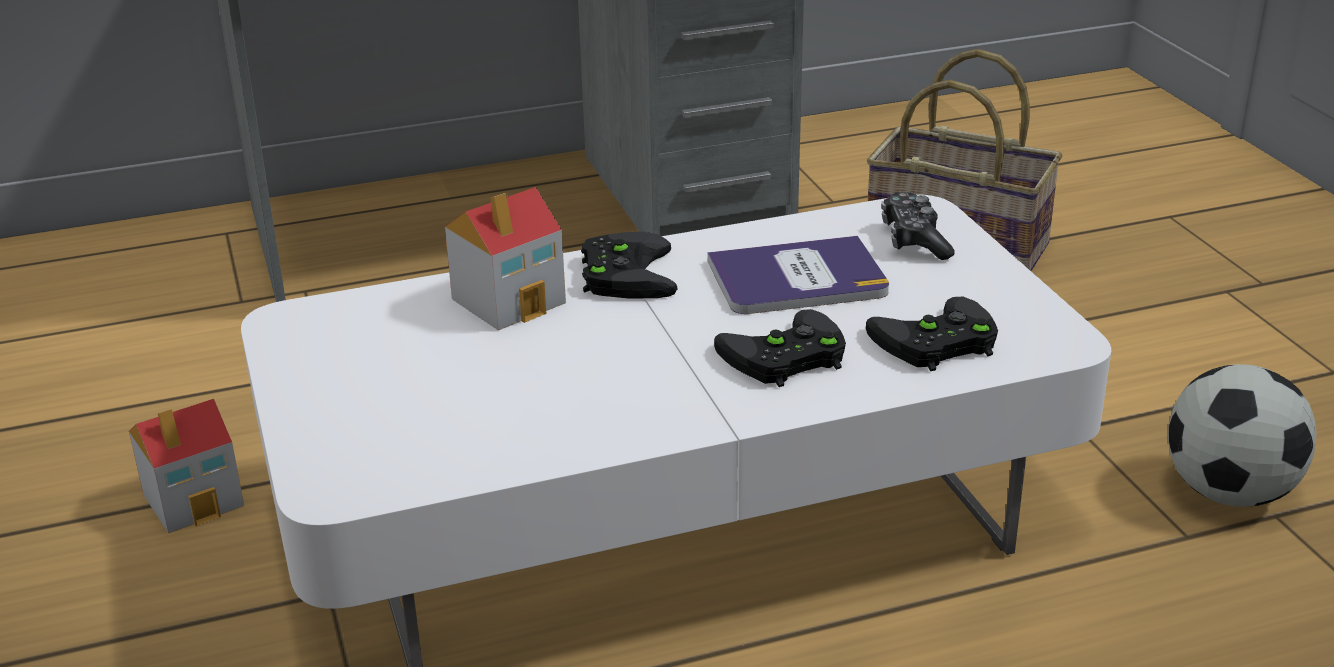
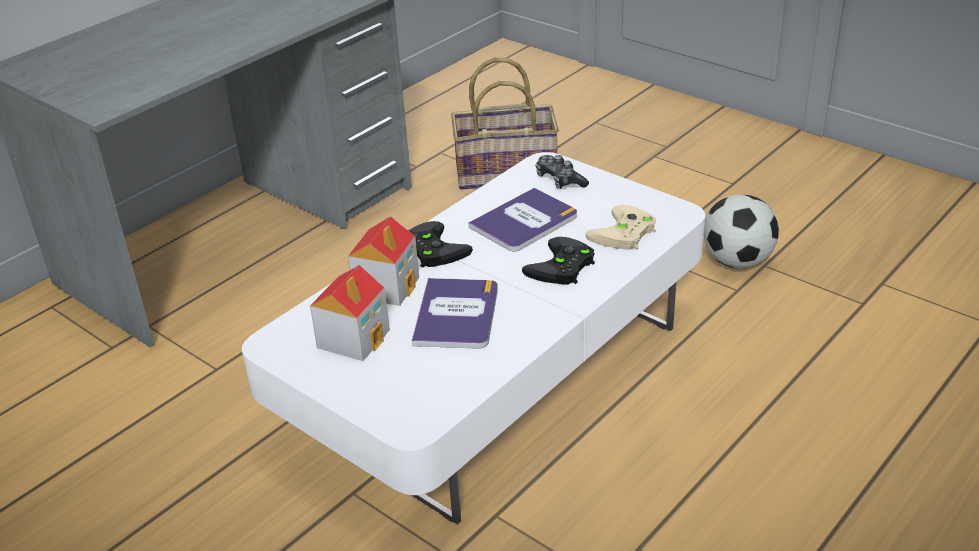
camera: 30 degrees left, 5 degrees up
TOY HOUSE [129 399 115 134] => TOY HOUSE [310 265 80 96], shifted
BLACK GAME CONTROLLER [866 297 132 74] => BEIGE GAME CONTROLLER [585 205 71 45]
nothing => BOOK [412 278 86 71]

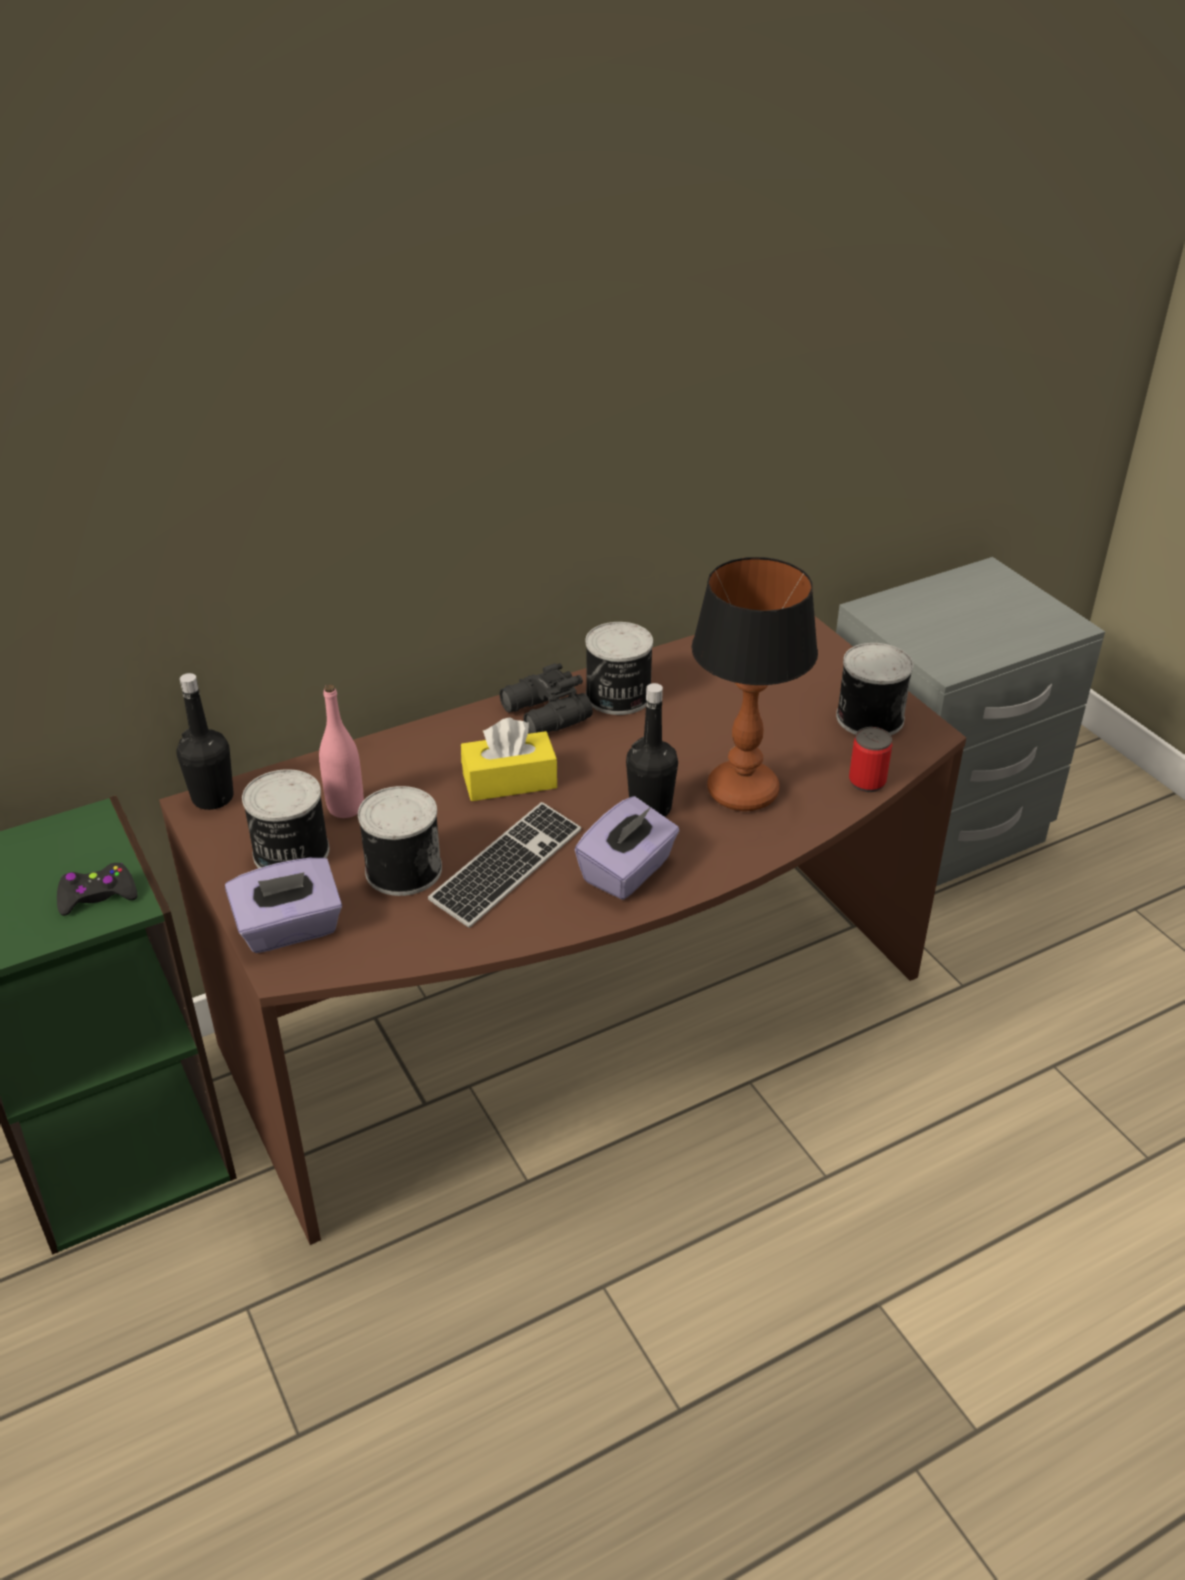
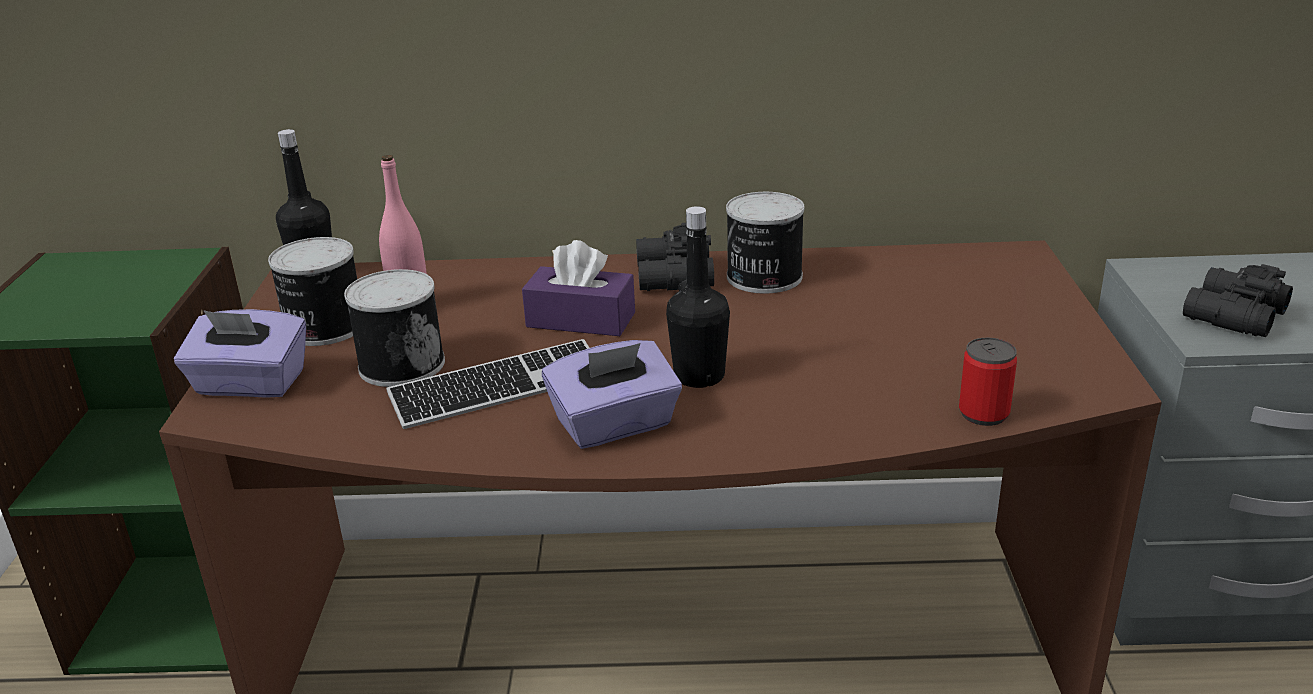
camera: 30 degrees right, 10 degrees down
BLACK GAME CONTROLLER [57 863 81 53] => nothing
YELLOW TISSUE BOX [461 718 96 83] => PURPLE TISSUE BOX [522 240 113 96]
TABLE LAMP [691 557 127 254] => nothing
CAN [836 643 77 92] => nothing
nothing => BLACK BINOCULARS [1183 264 110 73]

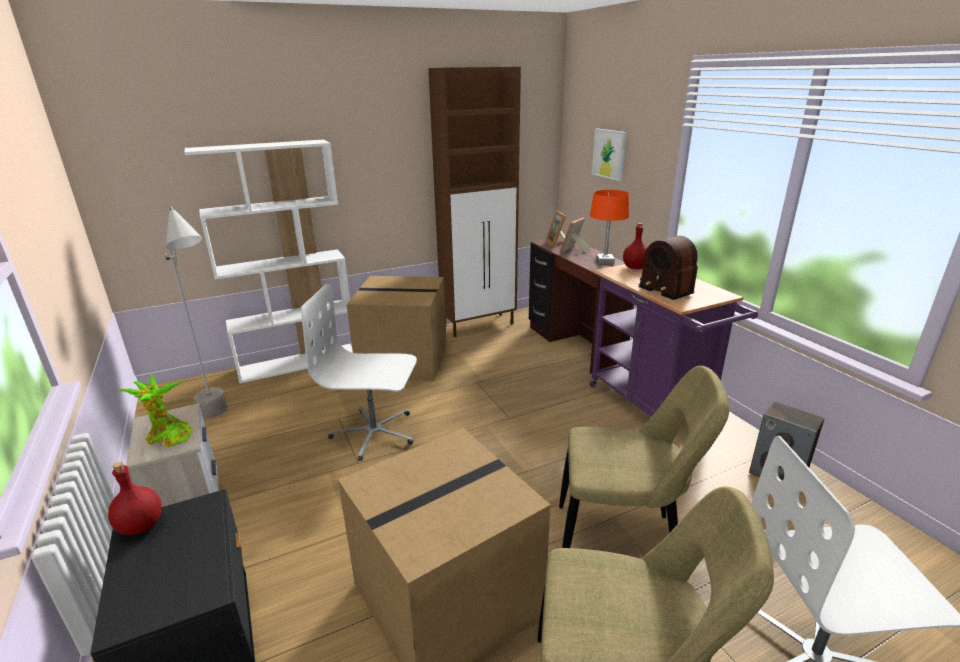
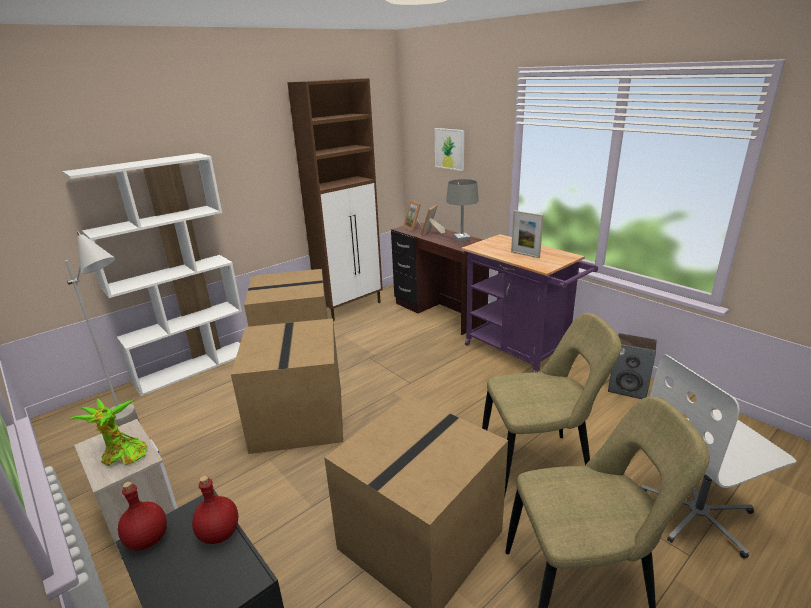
camera: 15 degrees left, 0 degrees up
WHITE OFFICE CHAIR [301 284 116 177] => CARDBOARD BOX [231 318 112 136]
ORANGE TABLE LAMP [590 190 39 74] => GREY TABLE LAMP [446 179 33 63]
RED BOTTLE [623 223 24 46] => RED BOTTLE [192 475 46 69], shifted
RADIO [638 236 60 64] => PICTURE FRAME [511 210 33 48]

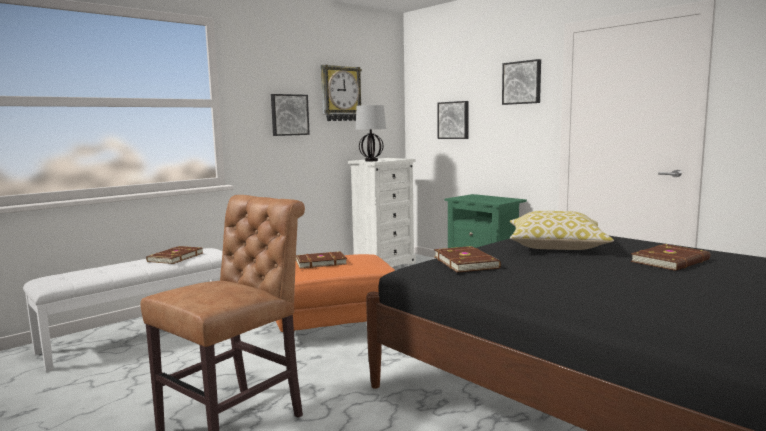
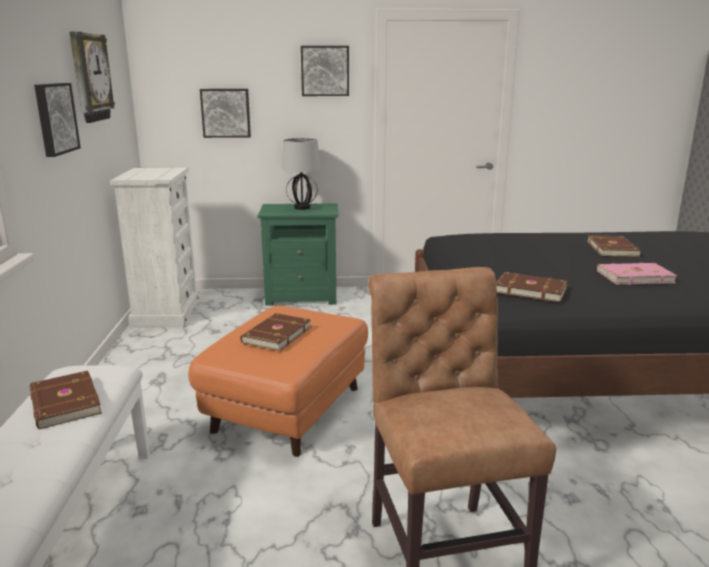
camera: 50 degrees left, 10 degrees up
TABLE LAMP [355 105 31 56] => TABLE LAMP [282 138 38 72], shifted
PILLOW [510 211 104 39] => nothing
nothing => PINK BOOK [597 263 80 22]

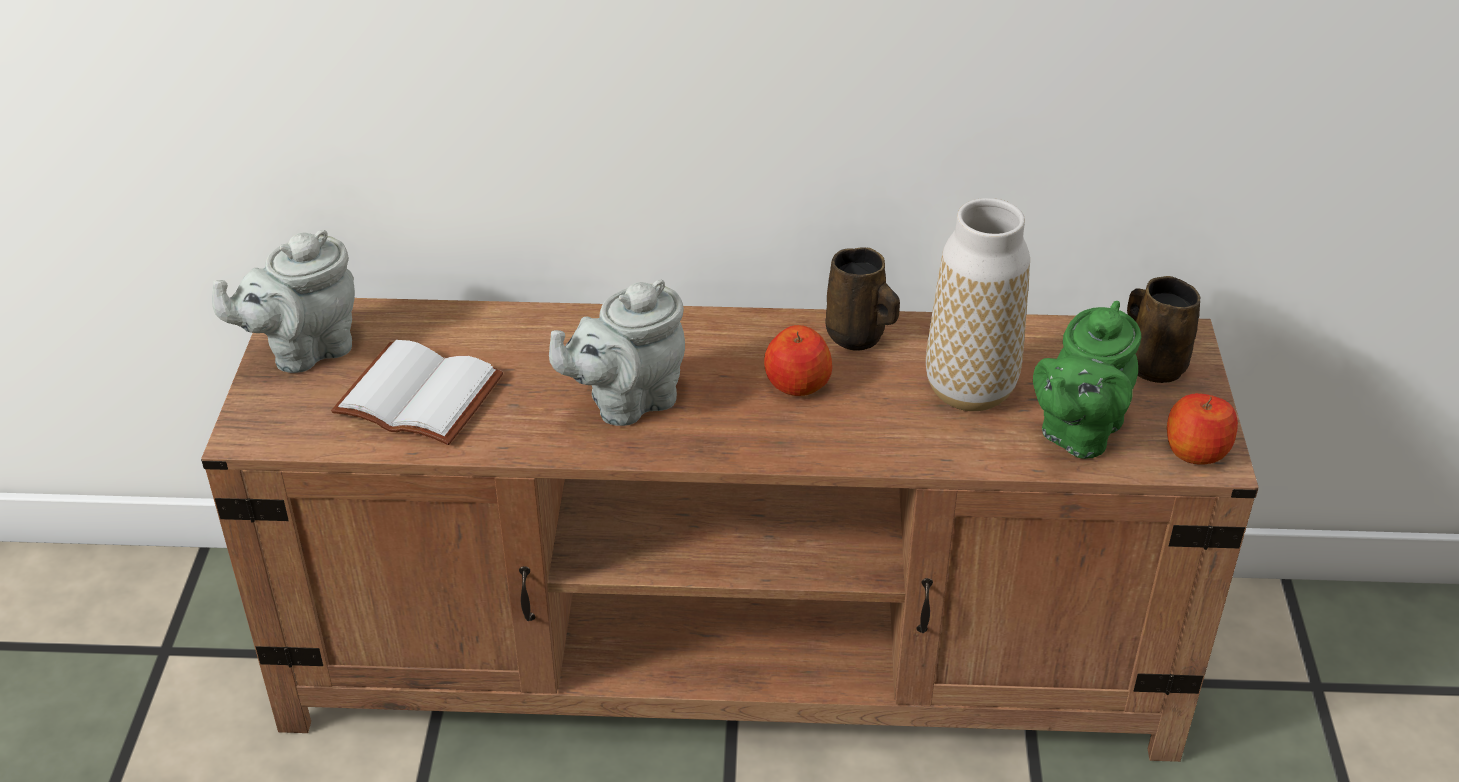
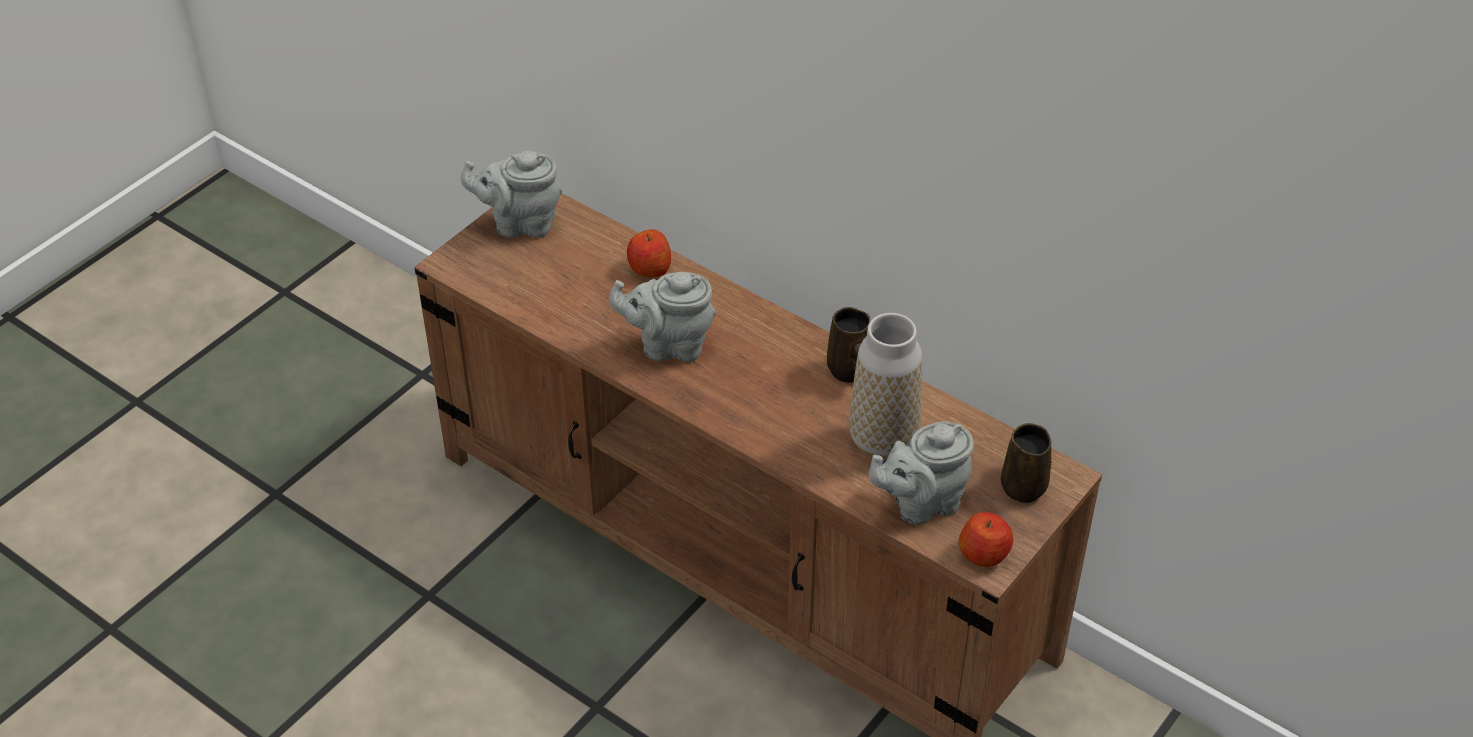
camera: 35 degrees right, 5 degrees up
WHITE BOOK [331 340 172 105] => nothing
APPLE [764 325 68 71] => APPLE [627 229 44 49], shifted
GREEN TEAPOT [1033 301 108 158] => GREY TEAPOT [869 421 105 104]

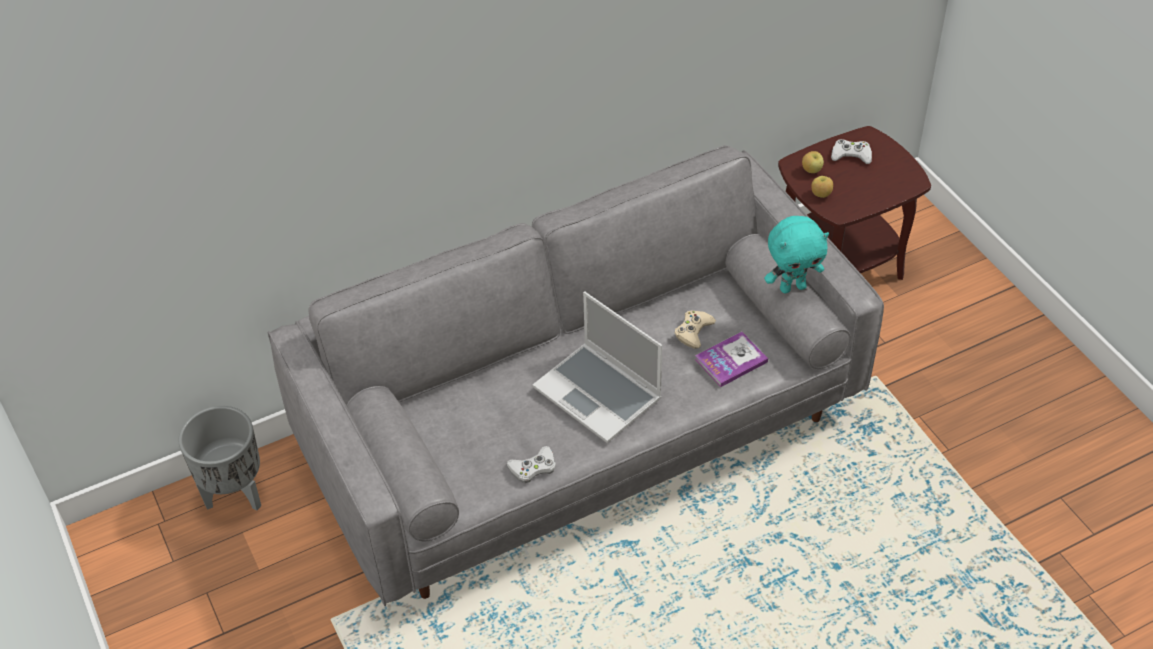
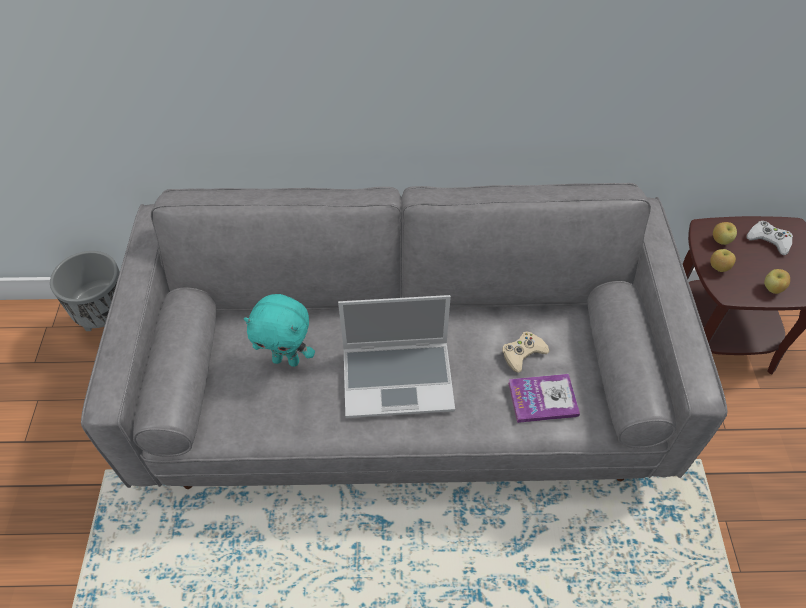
camera: 25 degrees right, 5 degrees up
WHITE GAME CONTROLLER [507 446 49 37] => nothing
LAPTOP [532 292 130 151] => LAPTOP [338 295 117 123], 75 degrees counterclockwise
TURQUOISE PLUSH TOY [764 216 65 77] => TURQUOISE PLUSH TOY [244 294 71 73], shifted
nothing => APPLE [764 269 26 25]

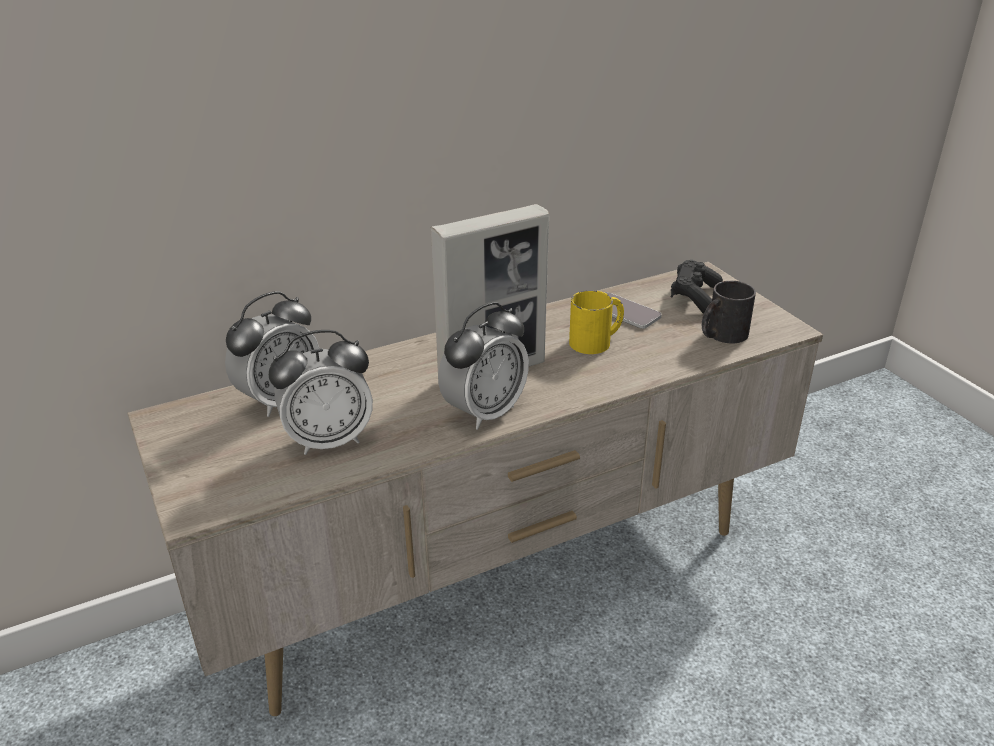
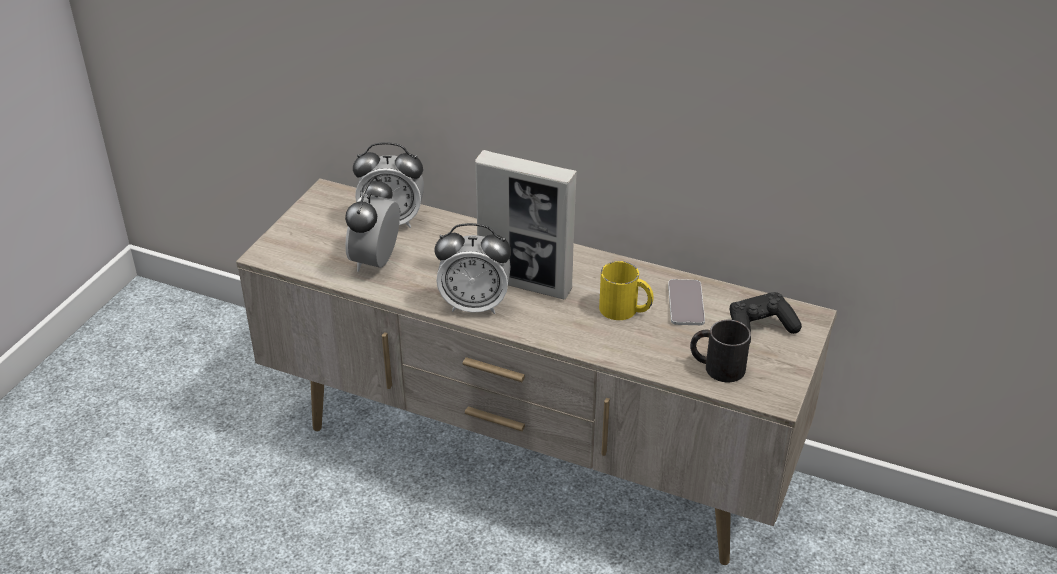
camera: 50 degrees right, 5 degrees up
ALARM CLOCK [269 330 104 125] => ALARM CLOCK [345 176 55 96], 75 degrees clockwise

